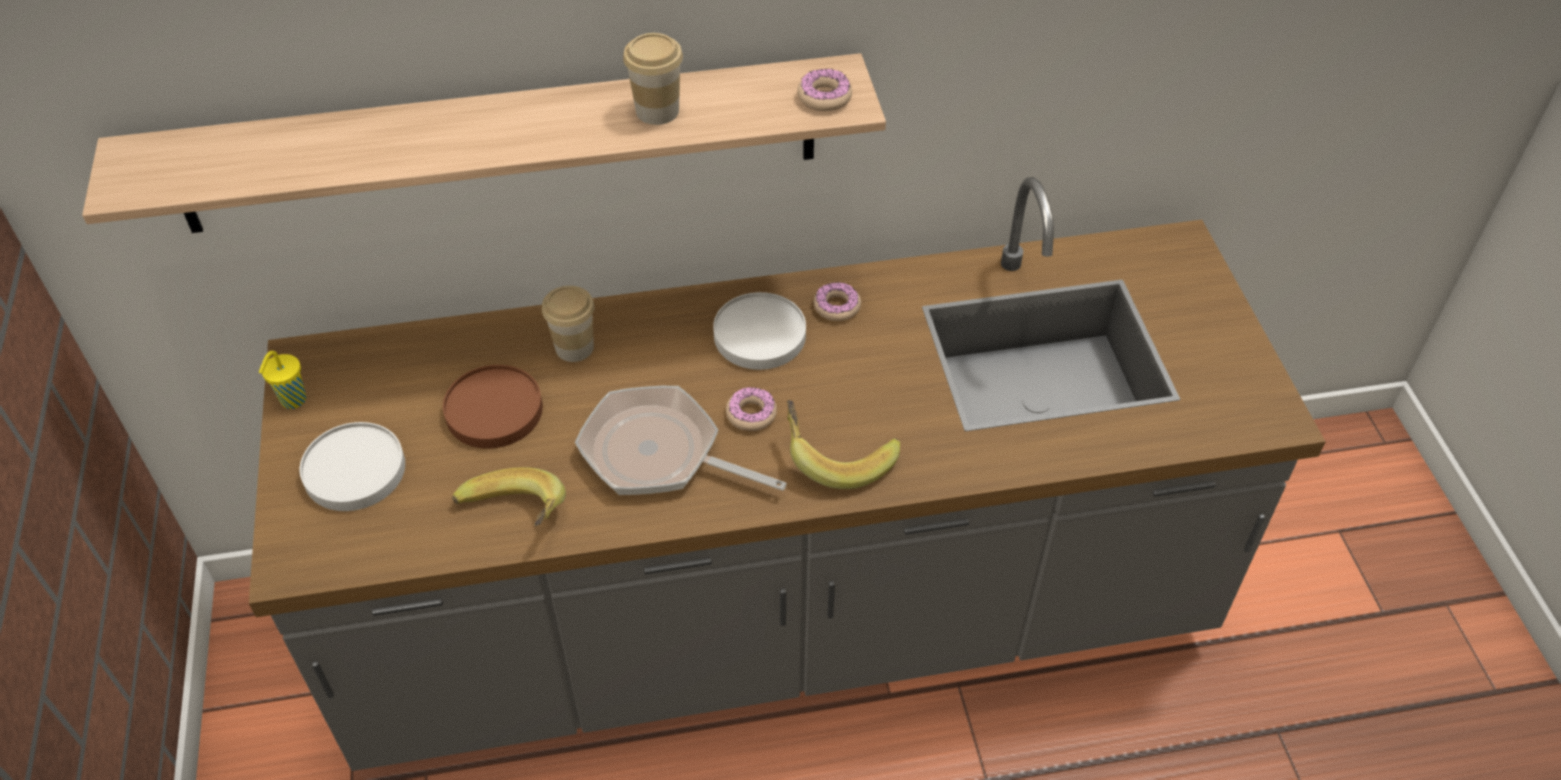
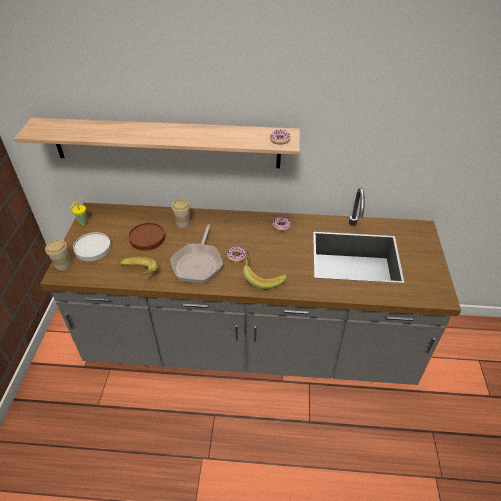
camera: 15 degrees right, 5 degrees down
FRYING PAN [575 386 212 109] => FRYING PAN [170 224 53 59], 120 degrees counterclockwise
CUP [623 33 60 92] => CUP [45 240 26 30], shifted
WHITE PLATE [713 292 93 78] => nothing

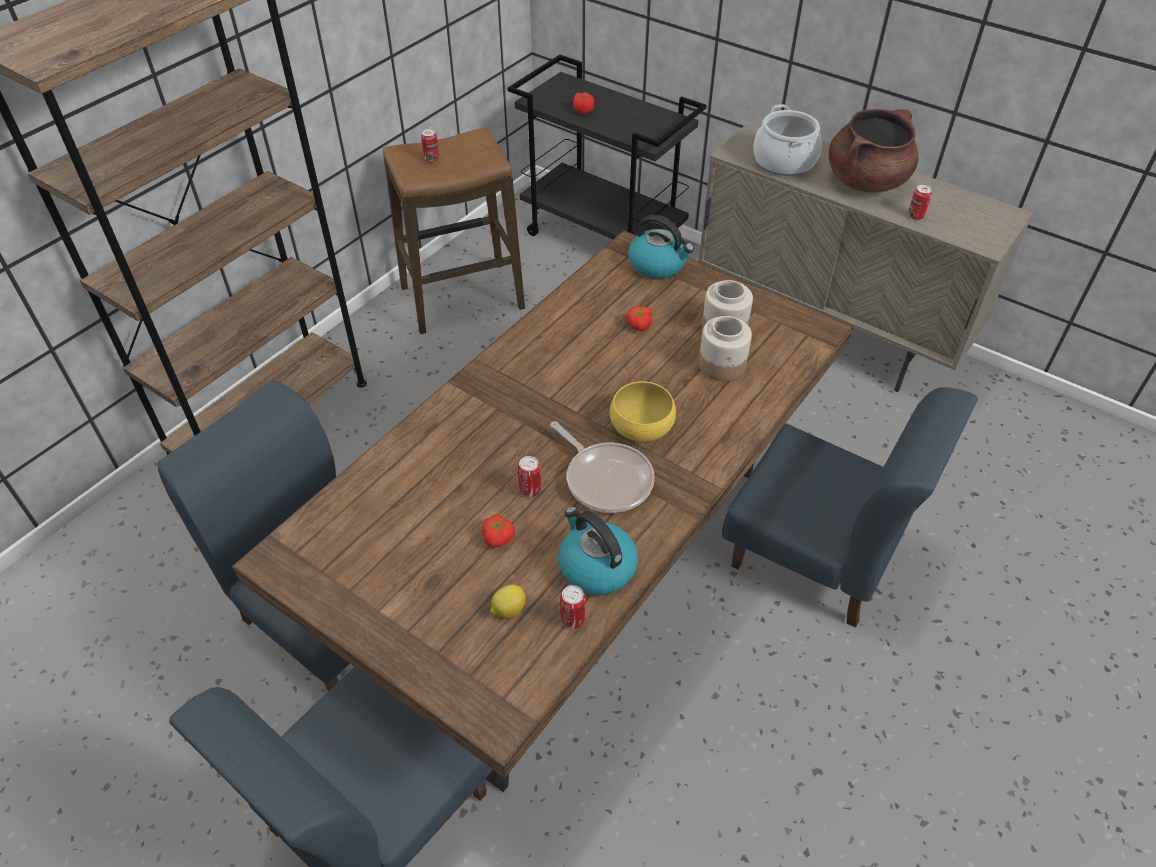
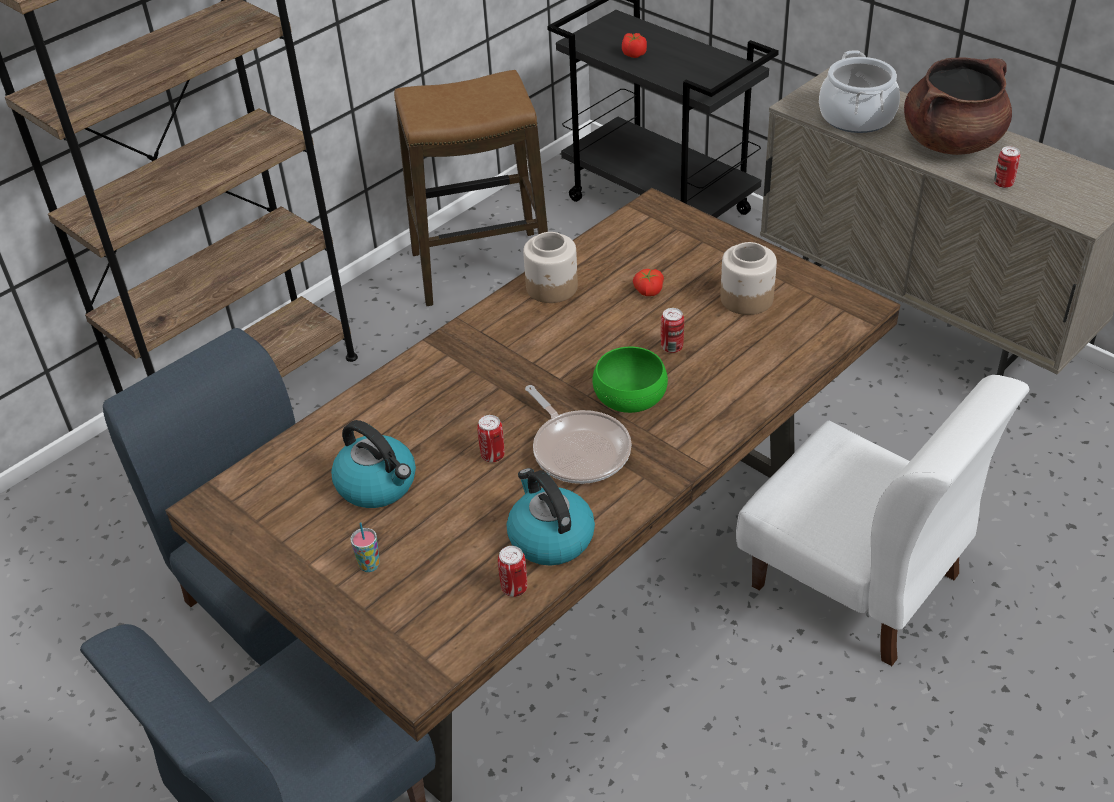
camera: 10 degrees right, 5 degrees down
CAN [421 129 18 33] => CAN [661 308 23 45], shifted
TOMATO [481 515 34 33] => nothing
LEMON [490 585 36 33] => nothing
YELLOW BOWL [610 381 66 61] => GREEN BOWL [592 347 76 66]
KETTLE [628 215 66 64] => KETTLE [331 420 85 88], shifted
JAR [699 316 53 65] => JAR [523 232 55 71], shifted
BLUE CHAIR [722 387 256 241] => WHITE CHAIR [736 375 294 291]
nothing => CUP [350 522 30 50]

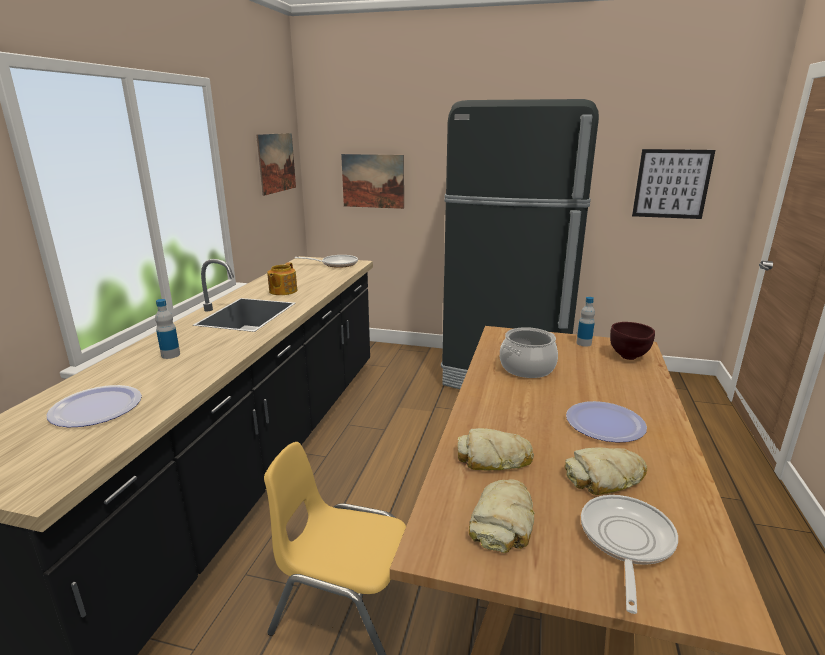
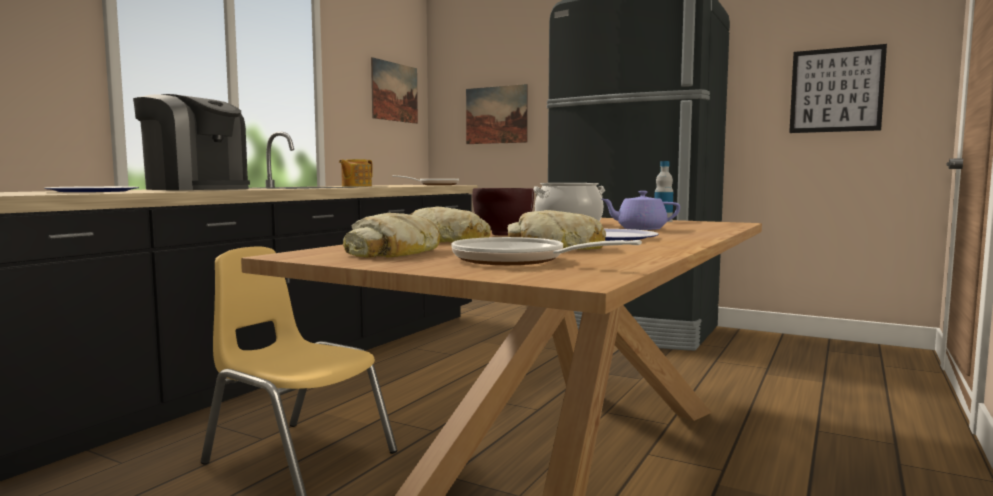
camera: 15 degrees right, 15 degrees down
BOTTLE [155 299 25 60] => COFFEE MACHINE [133 94 117 96]
FRYING PAN [581 495 97 119] => FRYING PAN [451 237 191 28], 90 degrees counterclockwise
BROWN BOWL [610 322 45 38] => BROWN BOWL [472 188 62 48], shifted
nothing => PURPLE TEAPOT [601 191 79 39]

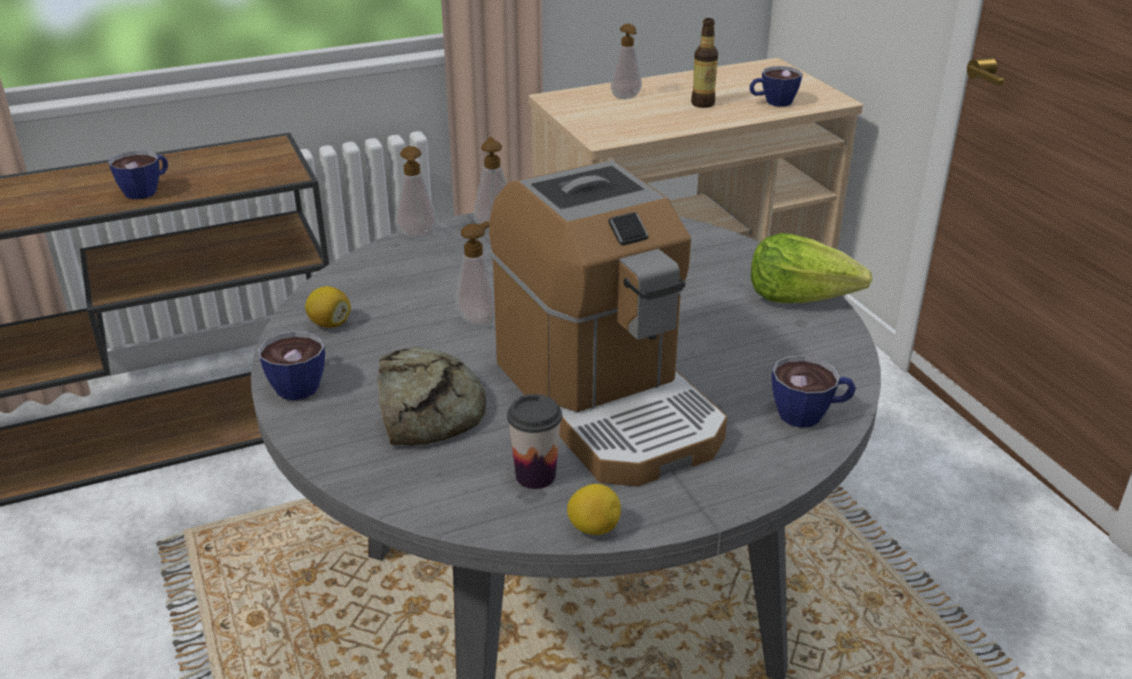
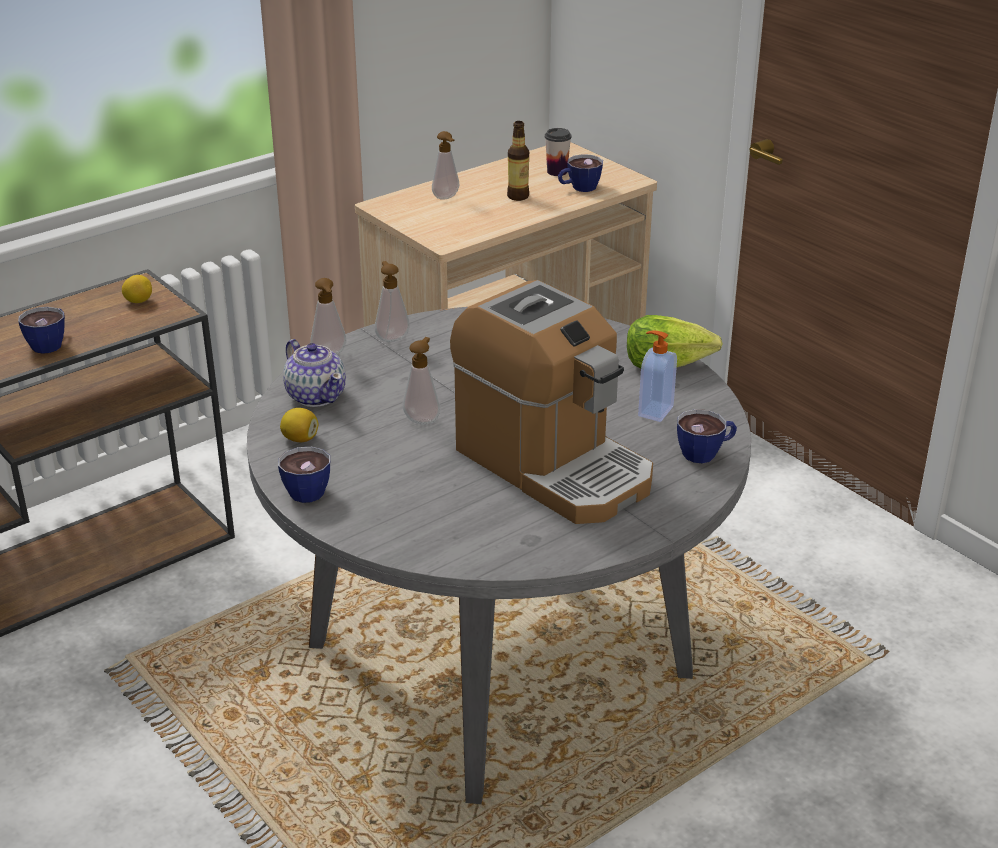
camera: 15 degrees left, 0 degrees up
BREAD [377 347 109 98] => nothing
CUP [507 394 55 95] => CUP [545 128 27 48], shifted
LEMON [567 484 54 51] => LEMON [122 275 30 28], shifted
nothing => TEAPOT [283 339 63 68]
nothing => SOAP DISPENSER [638 330 39 92]

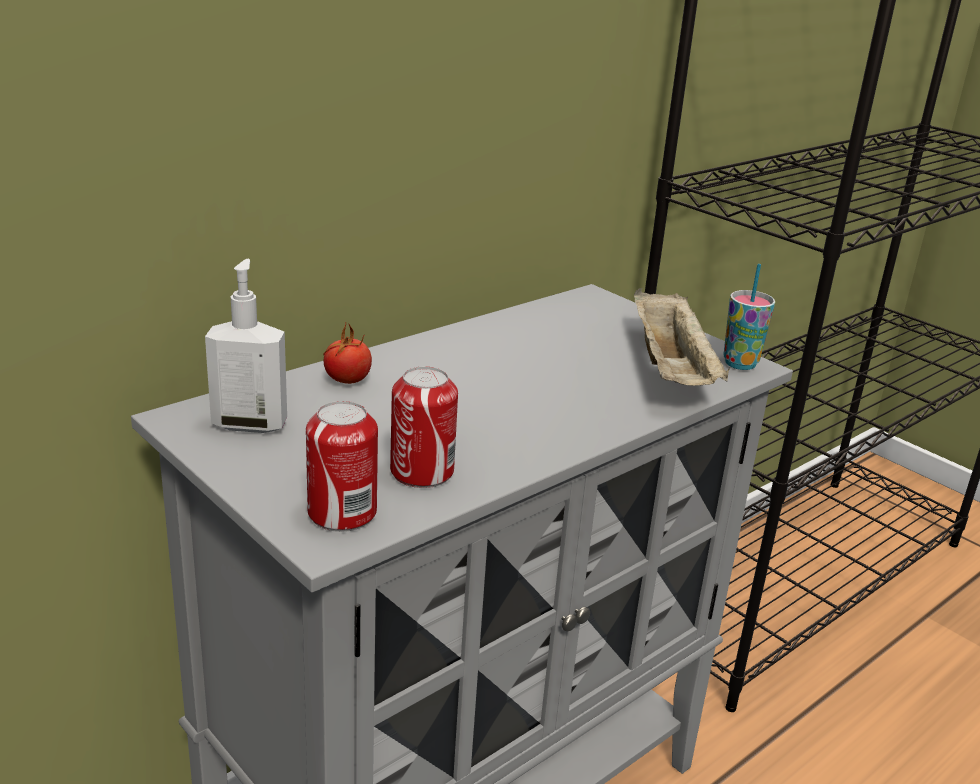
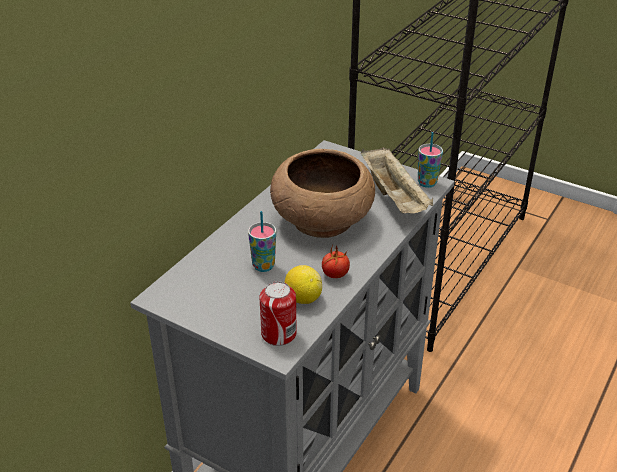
camera: 15 degrees left, 10 degrees up
SOAP DISPENSER [205 259 82 174] => nothing
TOMATO [323 324 49 60] => TOMATO [322 246 28 32], shifted
CAN [390 367 68 121] => LEMON [285 265 37 39]
nothing => CUP [248 211 28 61]
nothing => BROWN BOWL [270 149 105 89]

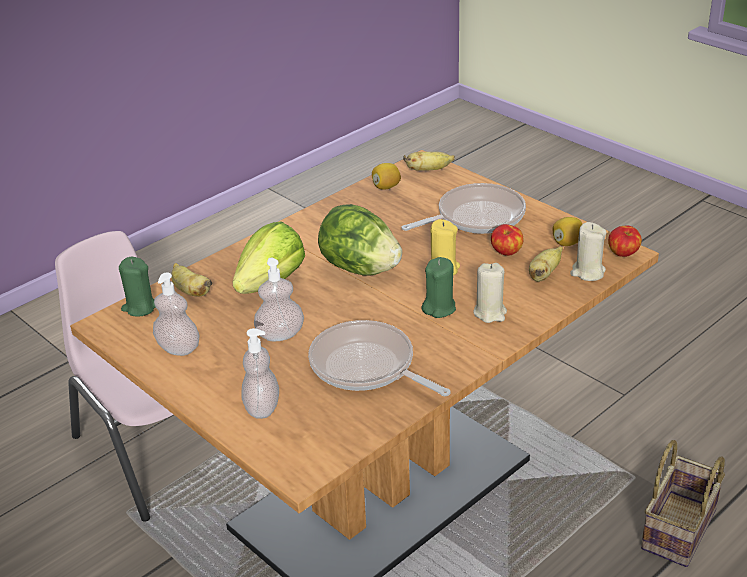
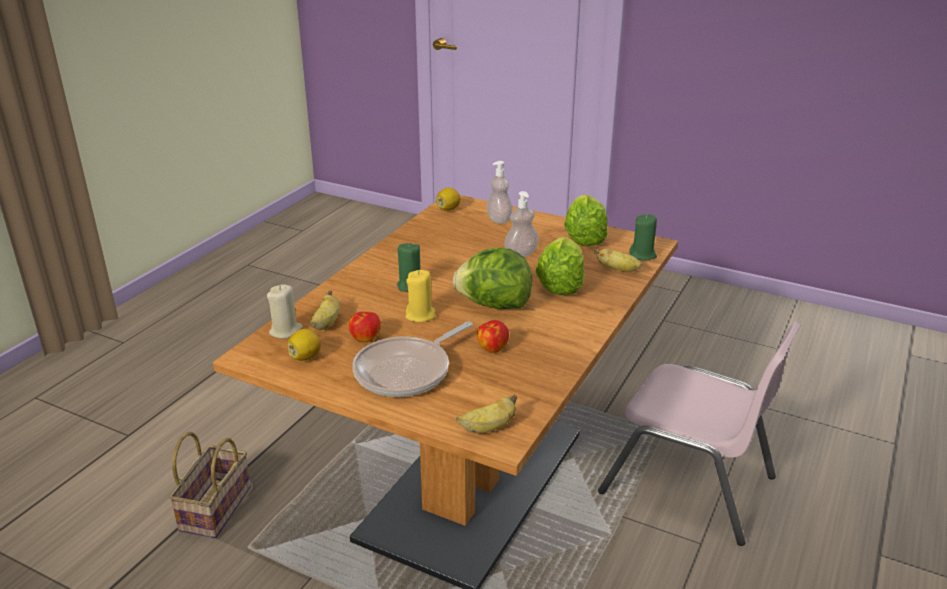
camera: 160 degrees right, 5 degrees down
SOAP DISPENSER [153 273 47 83] => LETTUCE [564 195 44 51]
FRYING PAN [308 320 143 76] => nothing
LEMON [372 163 29 27] => LEMON [436 188 24 23], shifted
BEIGE CANDLE [473 263 34 60] => nothing
APPLE [608 225 34 32] => APPLE [477 320 32 33], shifted

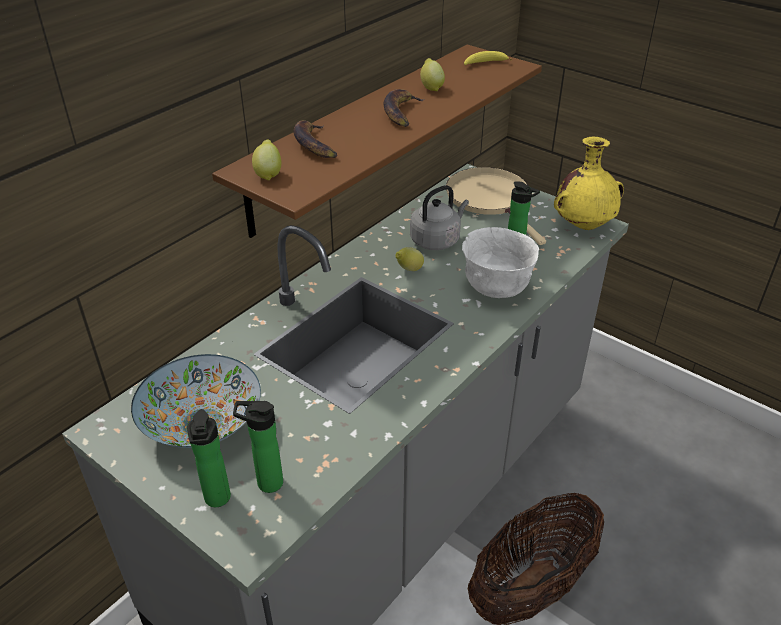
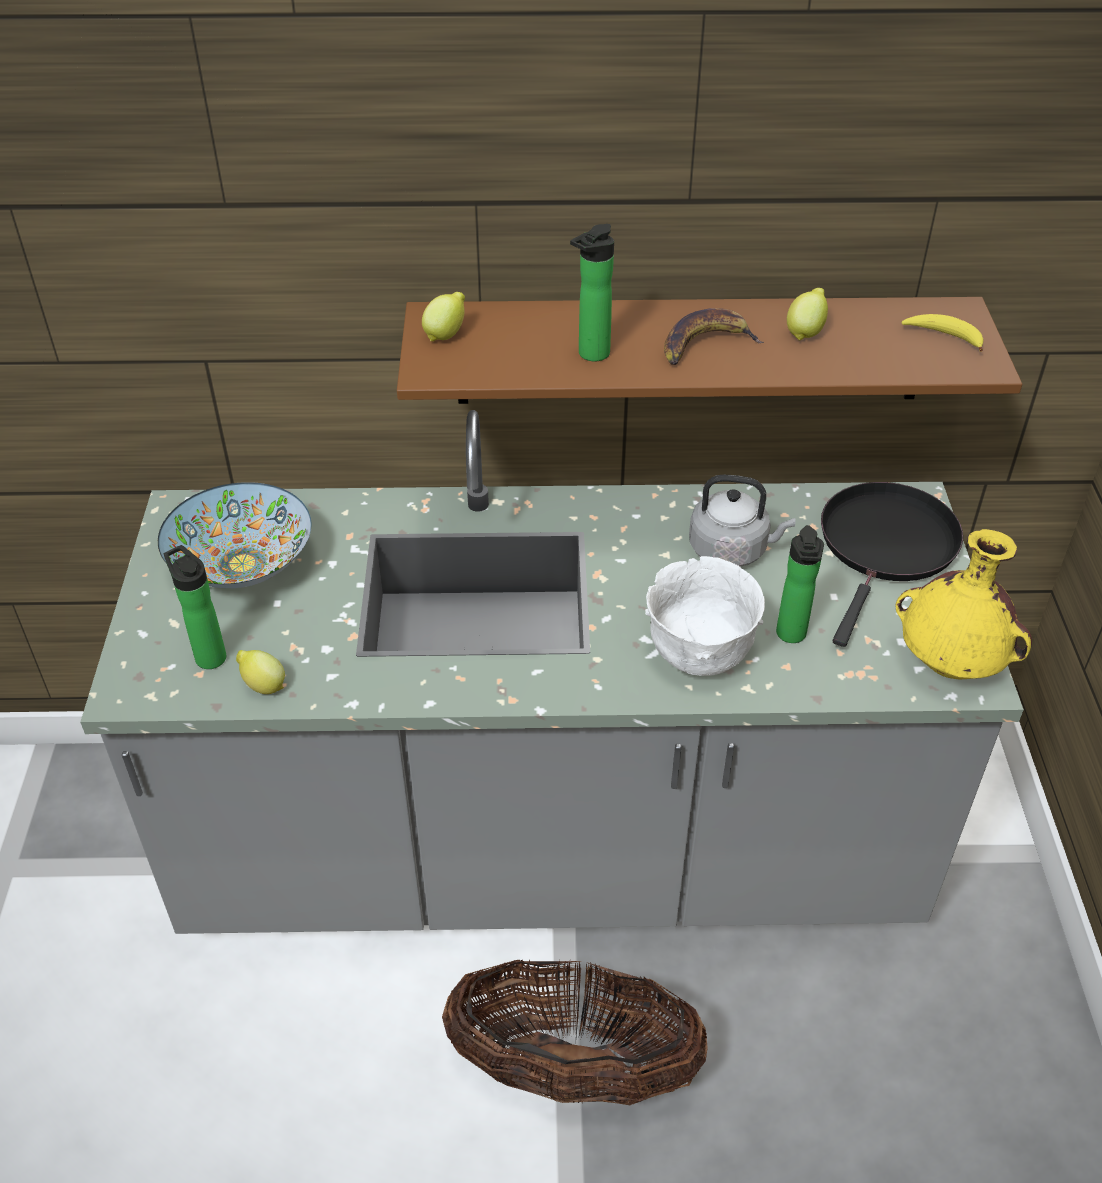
camera: 50 degrees right, 5 degrees up
BOTTLE [187 409 44 98] => BOTTLE [570 224 44 137], shifted
BANANA [293 121 44 37] => nothing
LEMON [395 247 29 24] => LEMON [236 650 49 44], shifted
BEIGE FRYING PAN [446 167 100 78] => BLACK FRYING PAN [821 482 142 165]

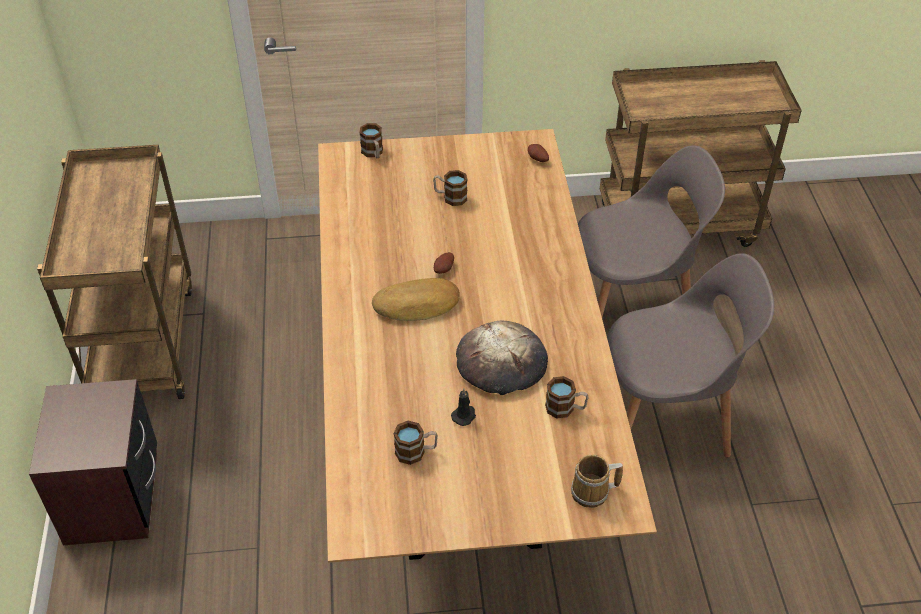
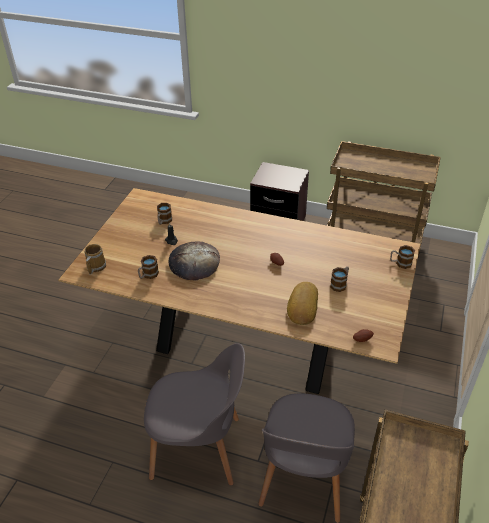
camera: 115 degrees right, 5 degrees down
BREAD [372 278 88 43] => BREAD [287 282 31 43], shifted
GREY CHAIR [607 253 167 204] => GREY CHAIR [144 343 101 143], 105 degrees counterclockwise

